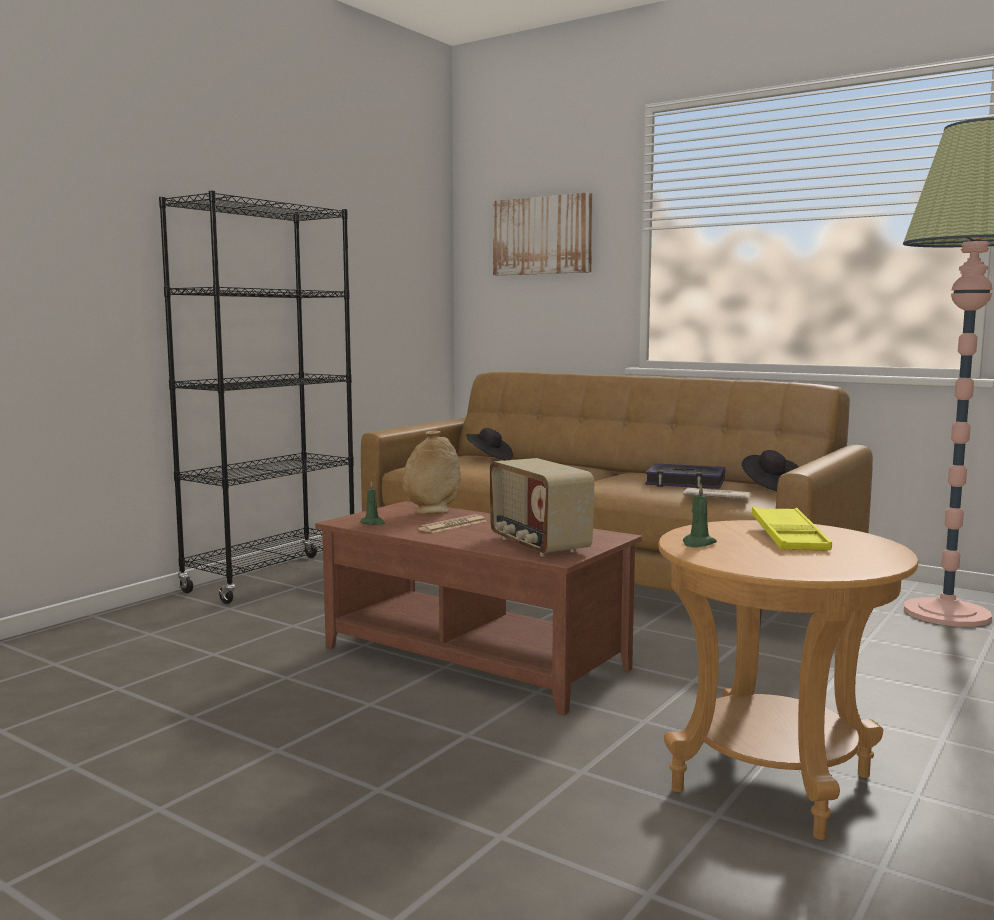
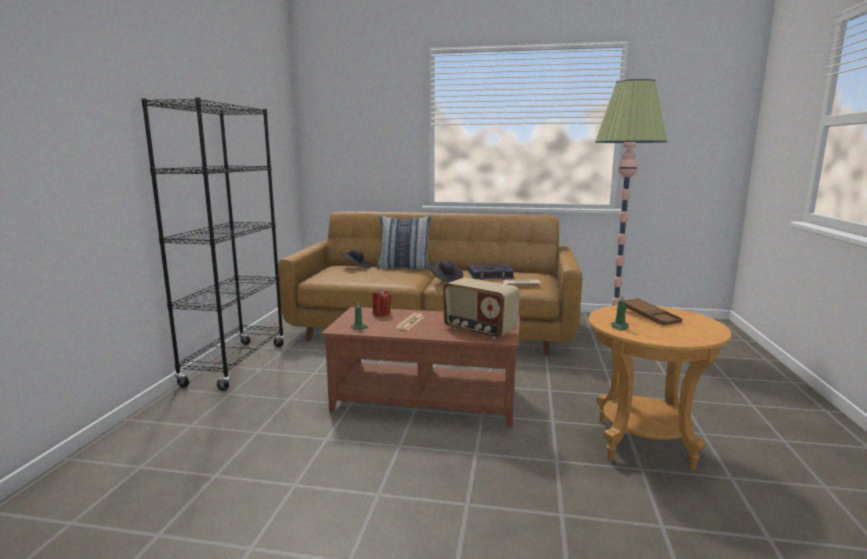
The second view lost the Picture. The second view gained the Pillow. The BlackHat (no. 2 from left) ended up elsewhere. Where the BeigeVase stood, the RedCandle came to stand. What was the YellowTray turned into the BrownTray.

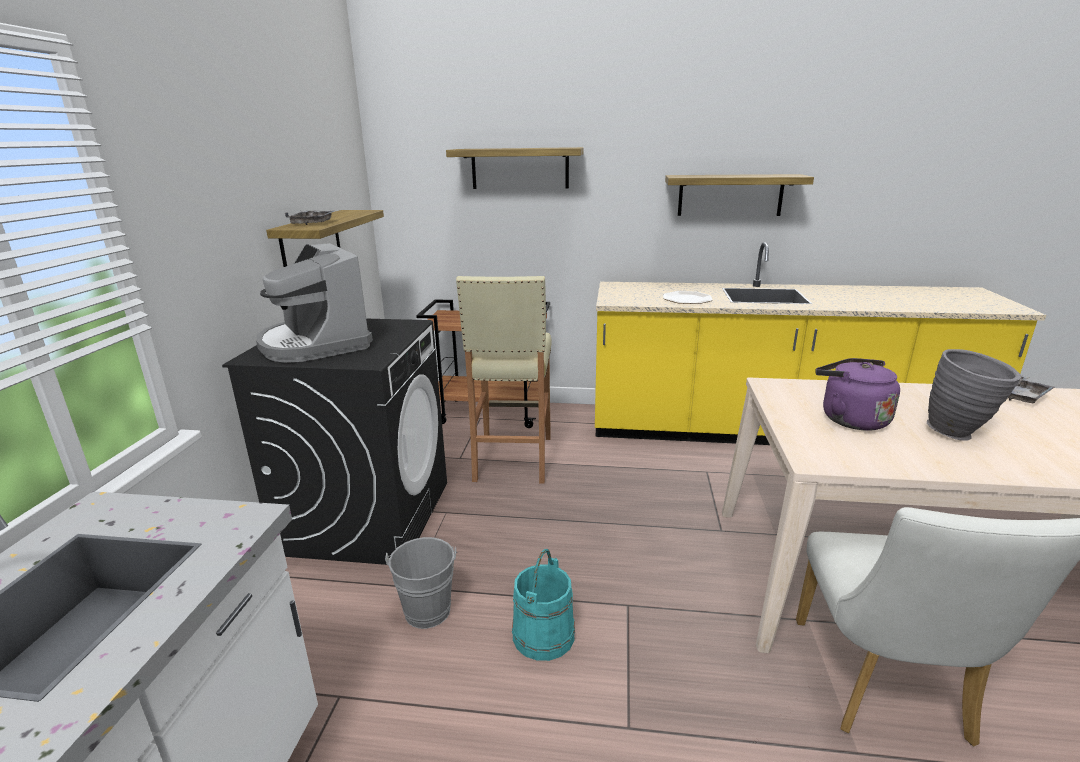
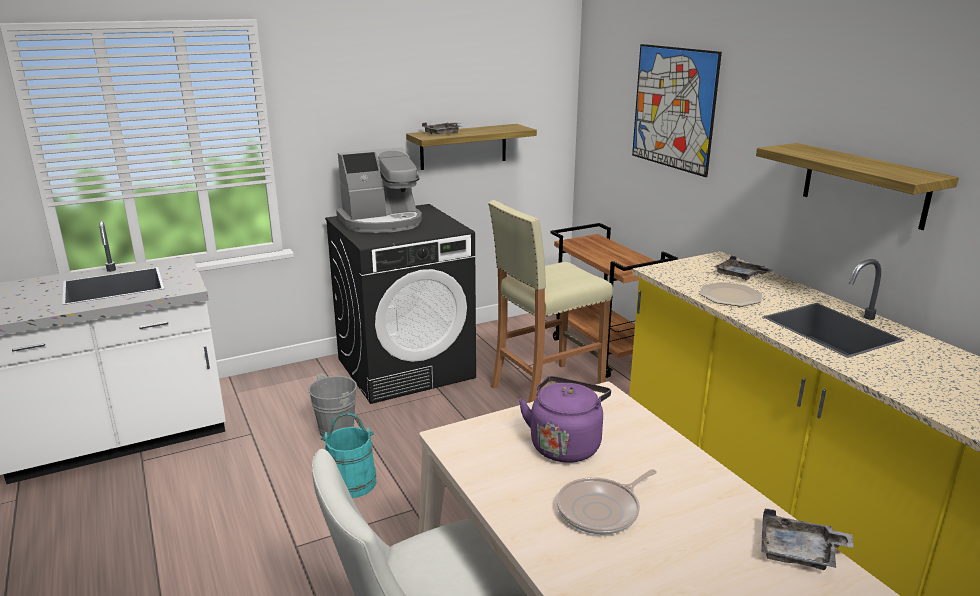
The second view gained the GreyTray (no. 2 from left). Where the Shelf (no. 2 from left) hung, the Picture came to hang. Where the GreyVase stood, the FryingPan came to stand. The CoffeeMachine ended up facing another way, 135 degrees counterclockwise from before.

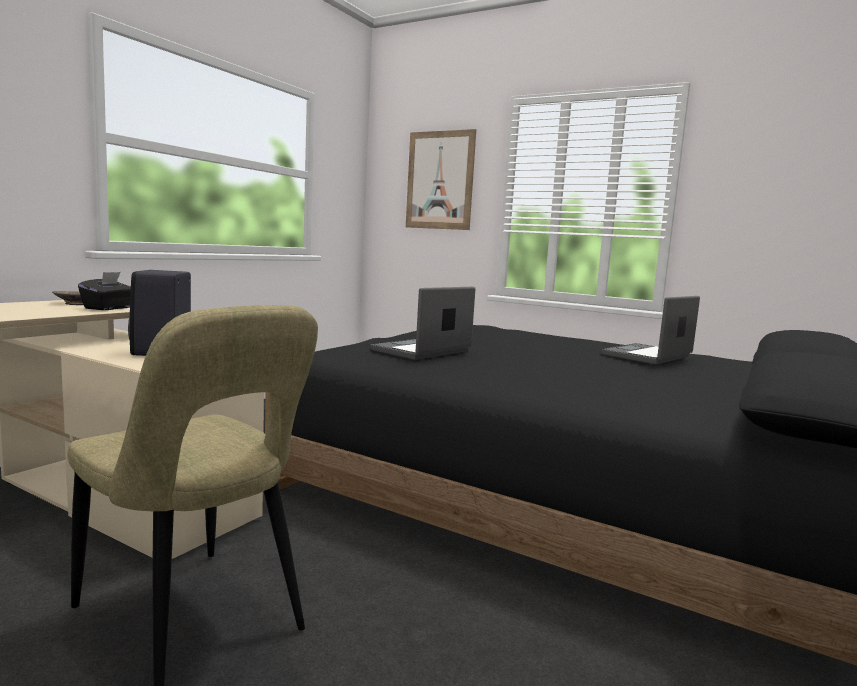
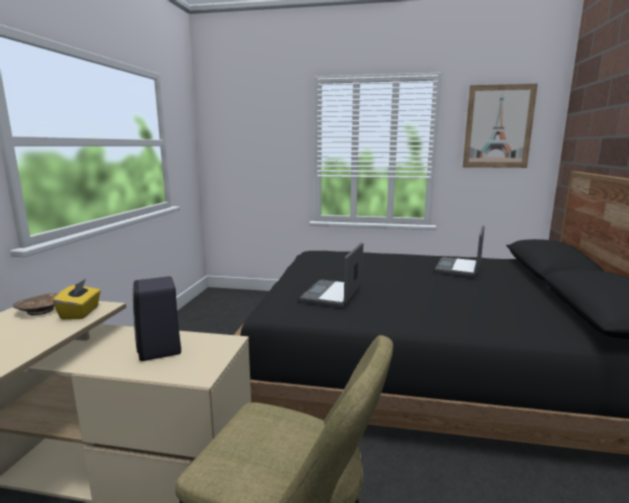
The Picture ended up elsewhere. What was the BlackTissueBox turned into the YellowTissueBox.

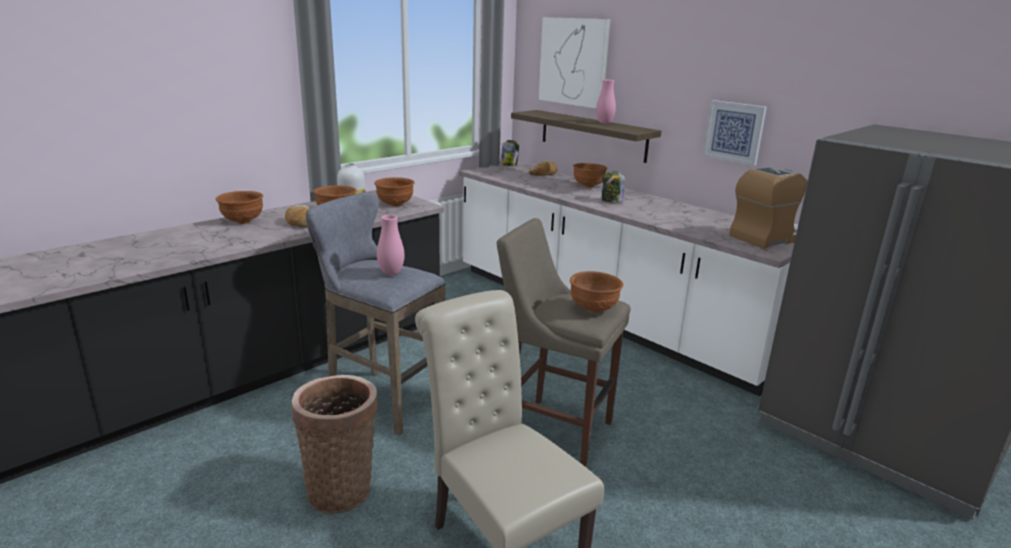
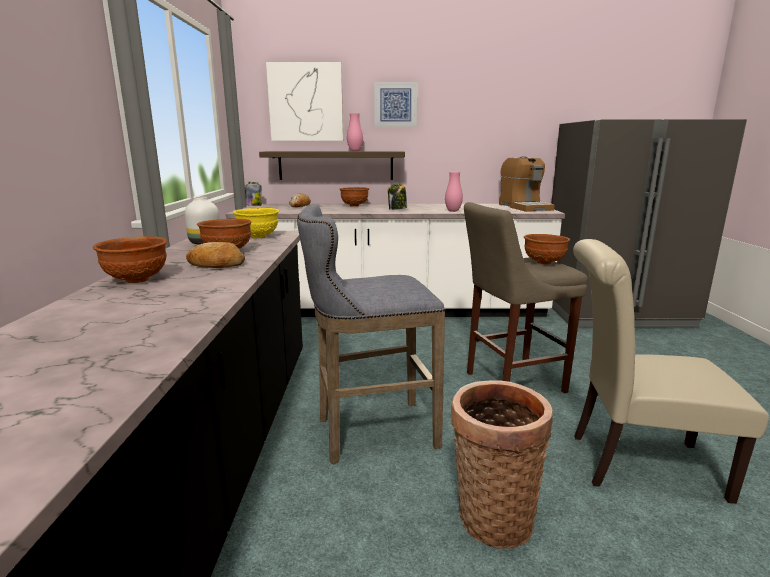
The PinkVase (no. 1 from left in the first image) ended up elsewhere. The Picture (no. 2 from left) ended up elsewhere. What was the BrownBowl (no. 3 from left) turned into the YellowBowl. The CoffeeMachine ended up facing another way, 150 degrees clockwise from before.

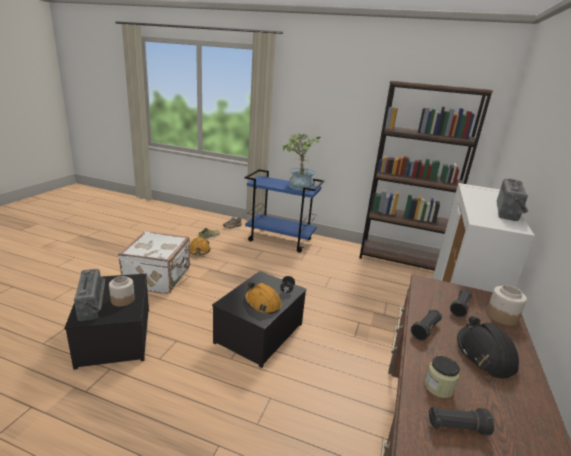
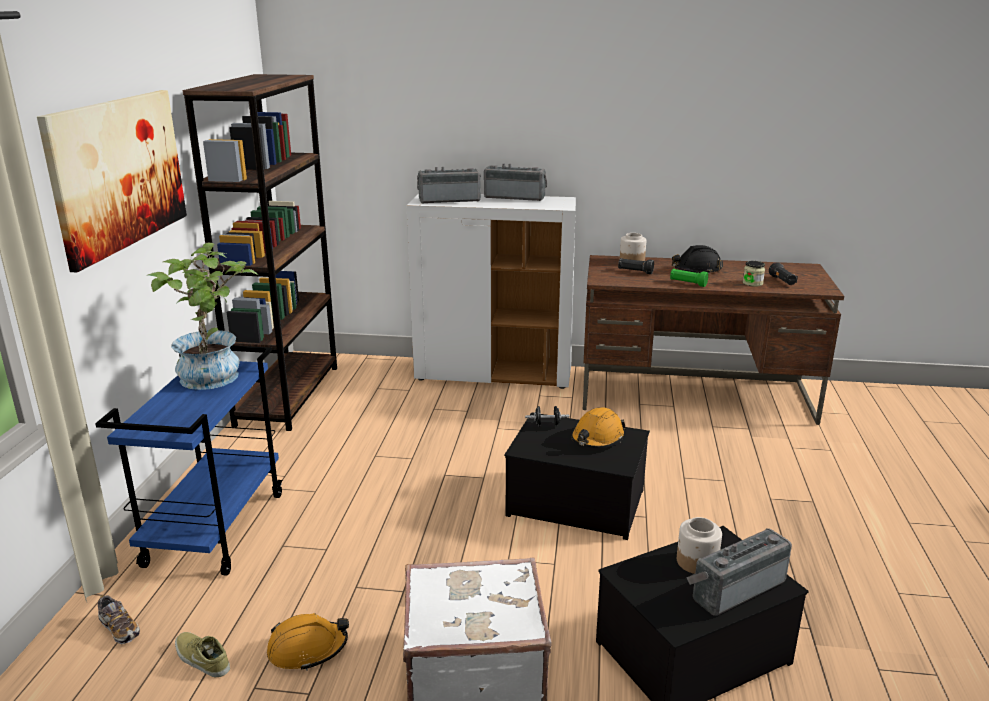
The second view gained the Picture. The second view gained the Radio (no. 1 from left). What was the BlackFlashlight (no. 1 from left) turned into the GreenFlashlight.

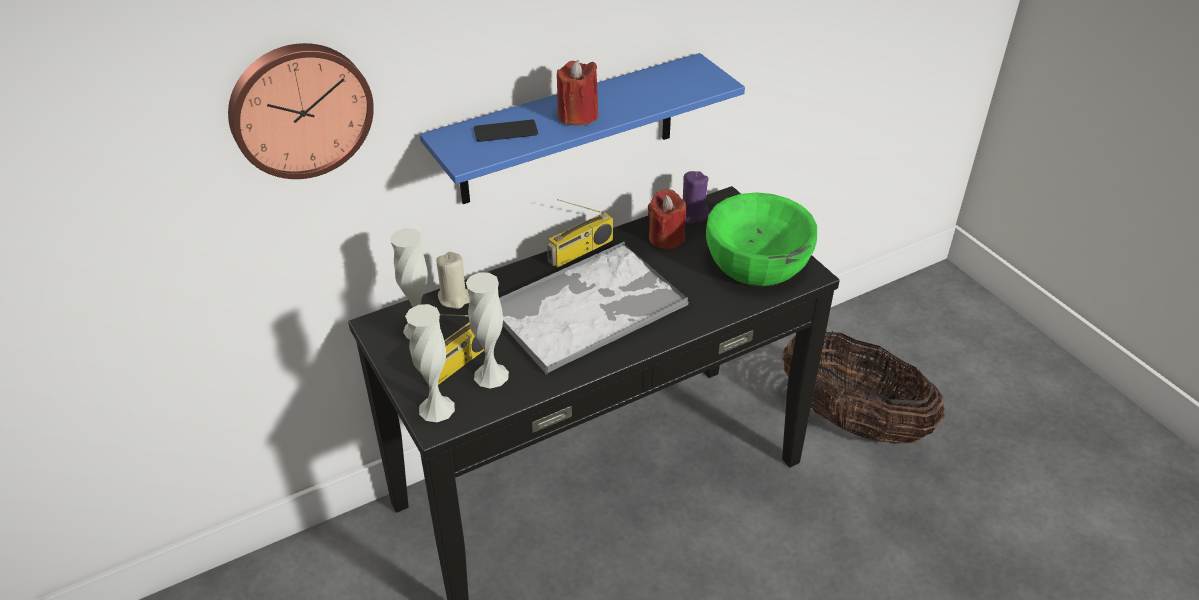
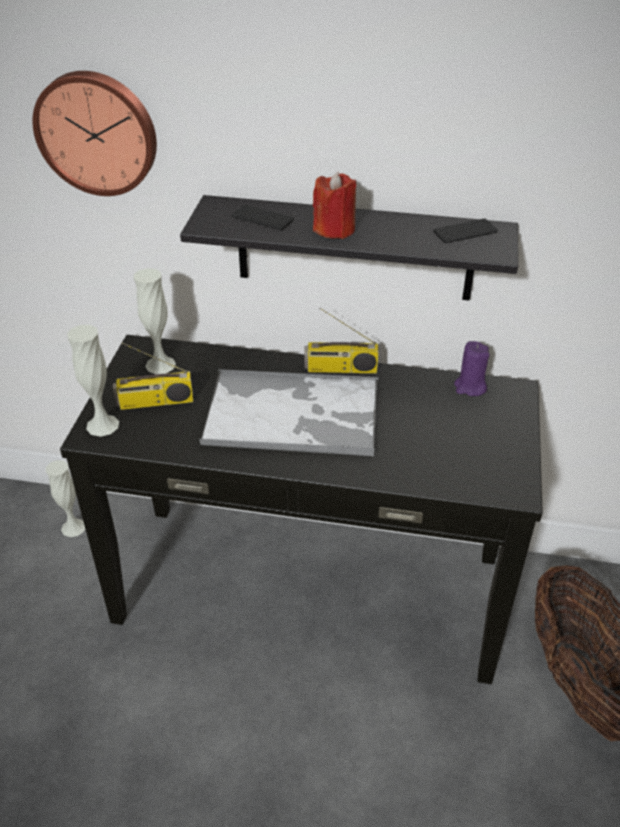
The second view lost the BeigeCandle. The second view lost the RedCandle (no. 2 from left). The second view lost the GreenBowl. The second view gained the Phone (no. 2 from left). The WhiteVase (no. 3 from left in the first image) ended up elsewhere. What was the BlueShelf turned into the BlackShelf.

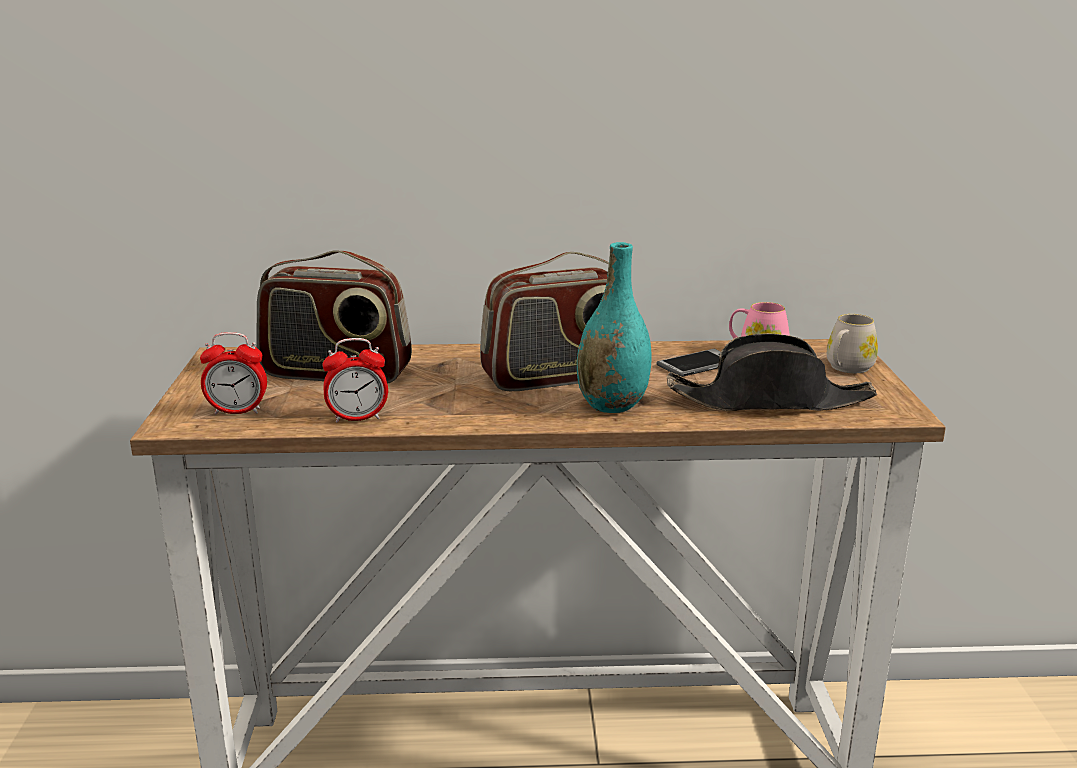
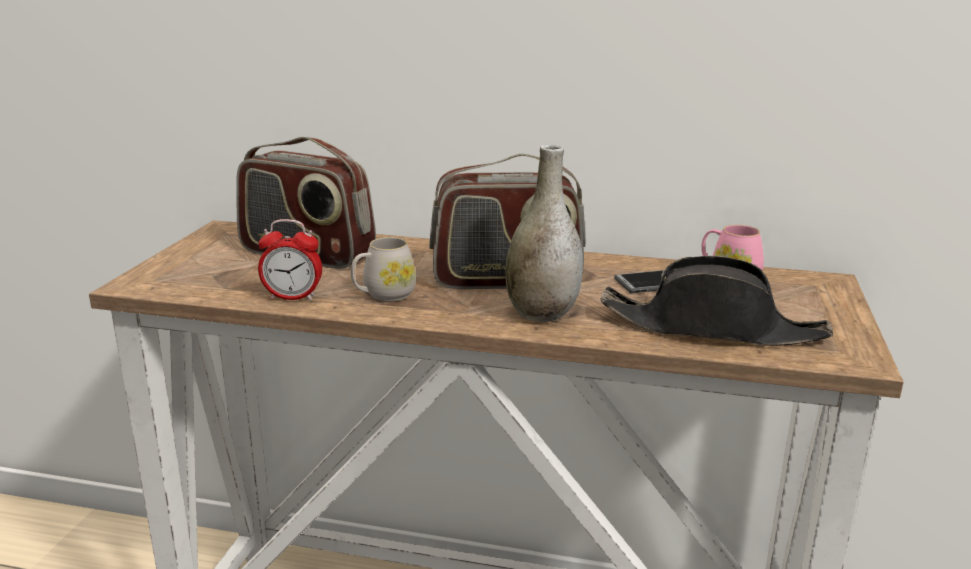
The second view lost the AlarmClock (no. 1 from left). The WhiteMug ended up elsewhere. What was the TurquoiseVase turned into the GreyVase.

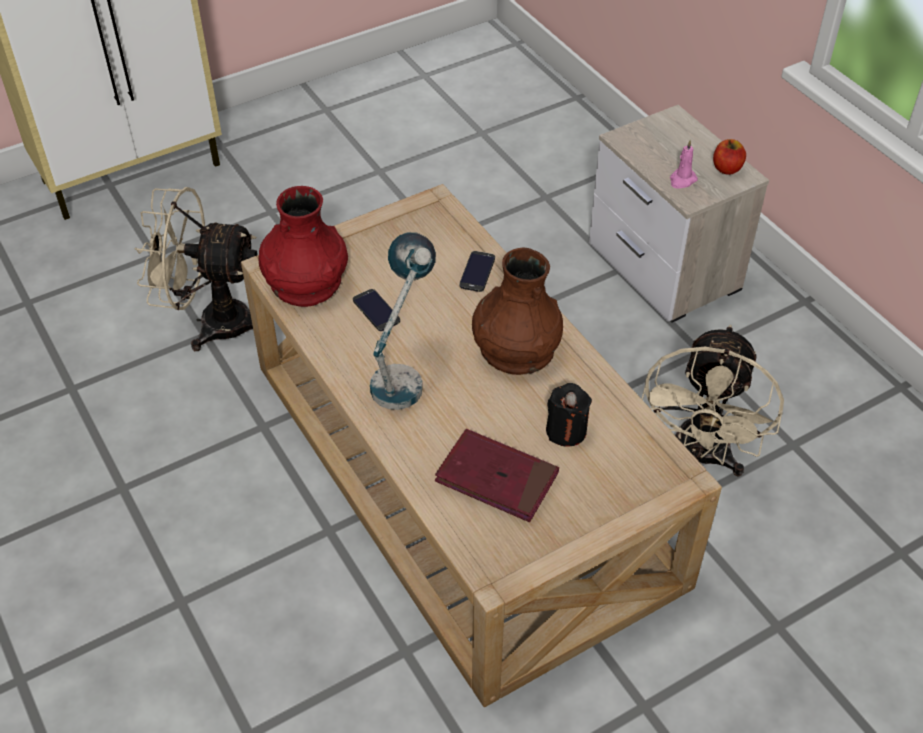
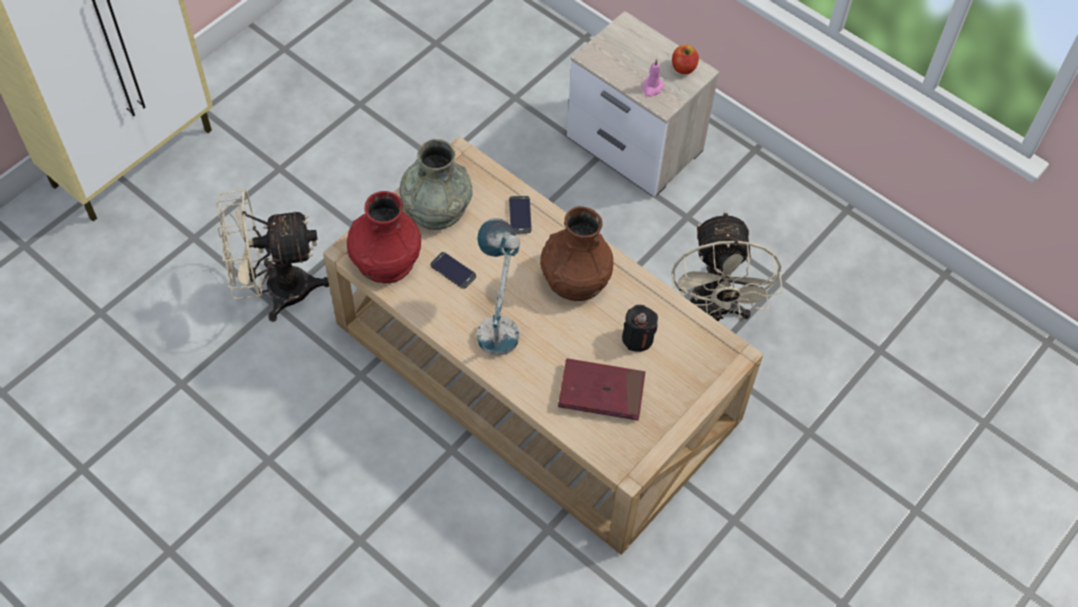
The second view gained the GreyVase.

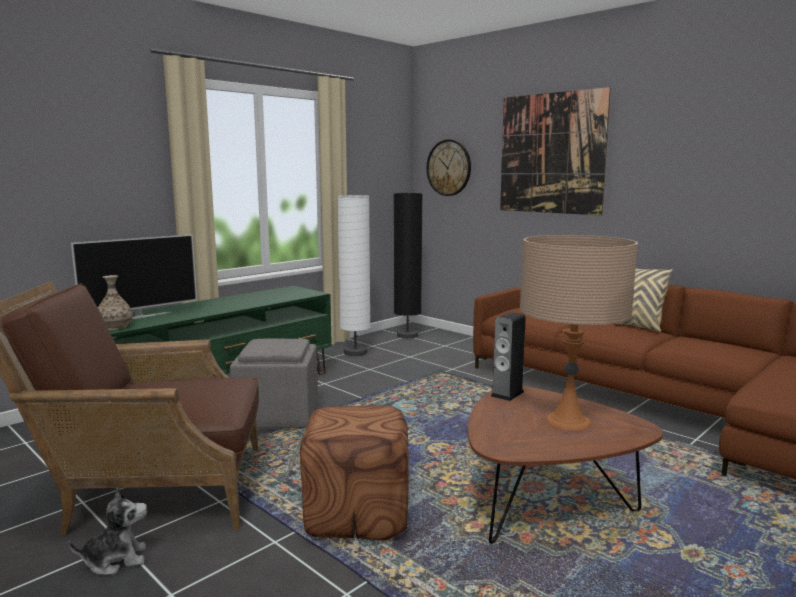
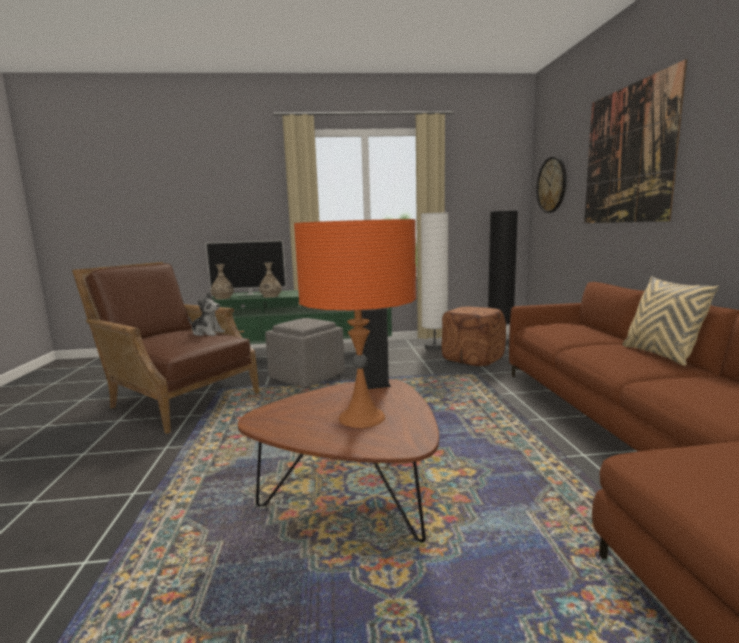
The second view gained the Vase (no. 2 from left). The PlushToy ended up elsewhere. The BrownOttoman ended up elsewhere. What was the BeigeTableLamp turned into the OrangeTableLamp.

